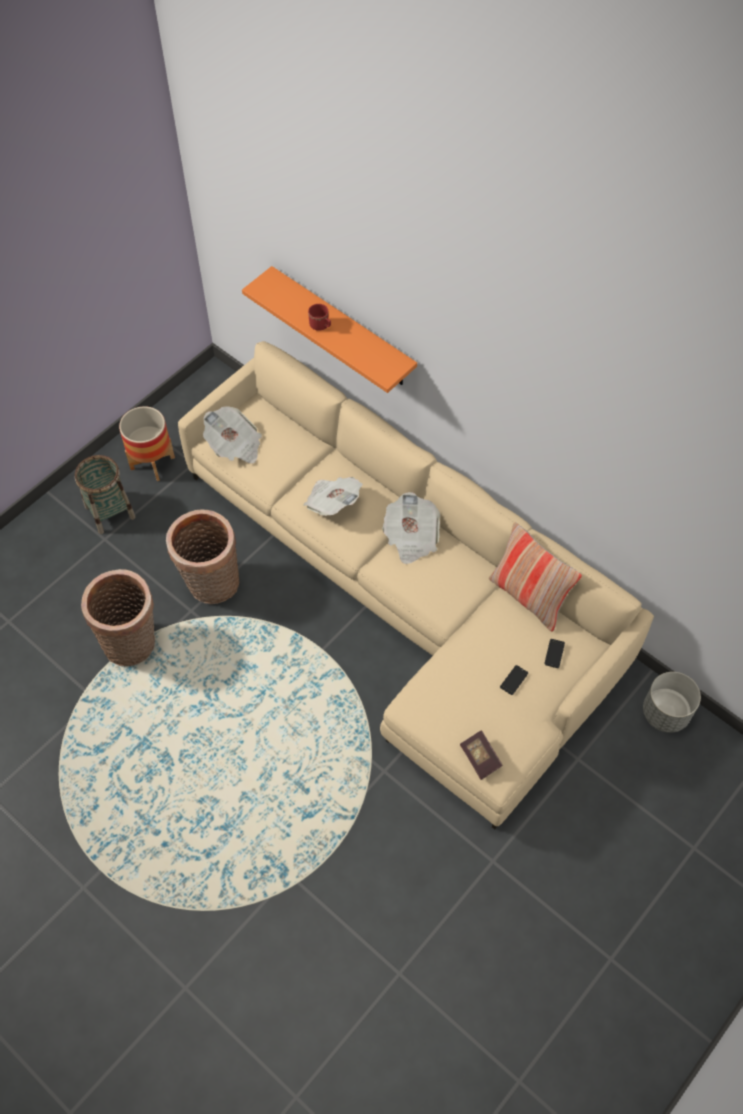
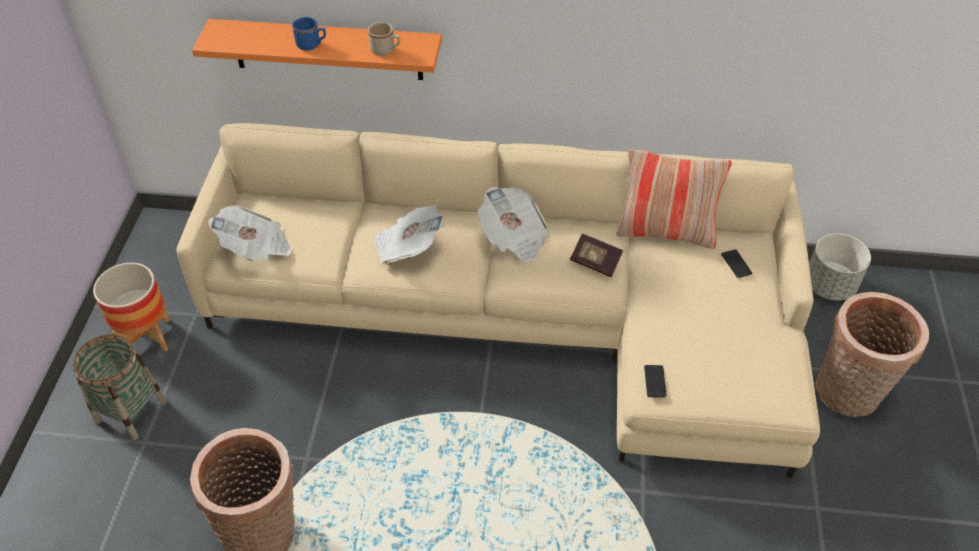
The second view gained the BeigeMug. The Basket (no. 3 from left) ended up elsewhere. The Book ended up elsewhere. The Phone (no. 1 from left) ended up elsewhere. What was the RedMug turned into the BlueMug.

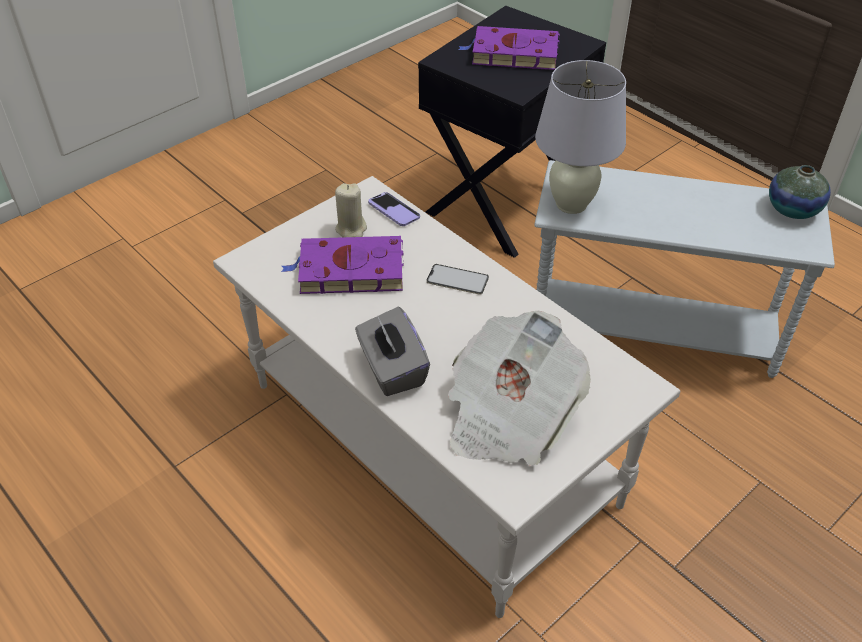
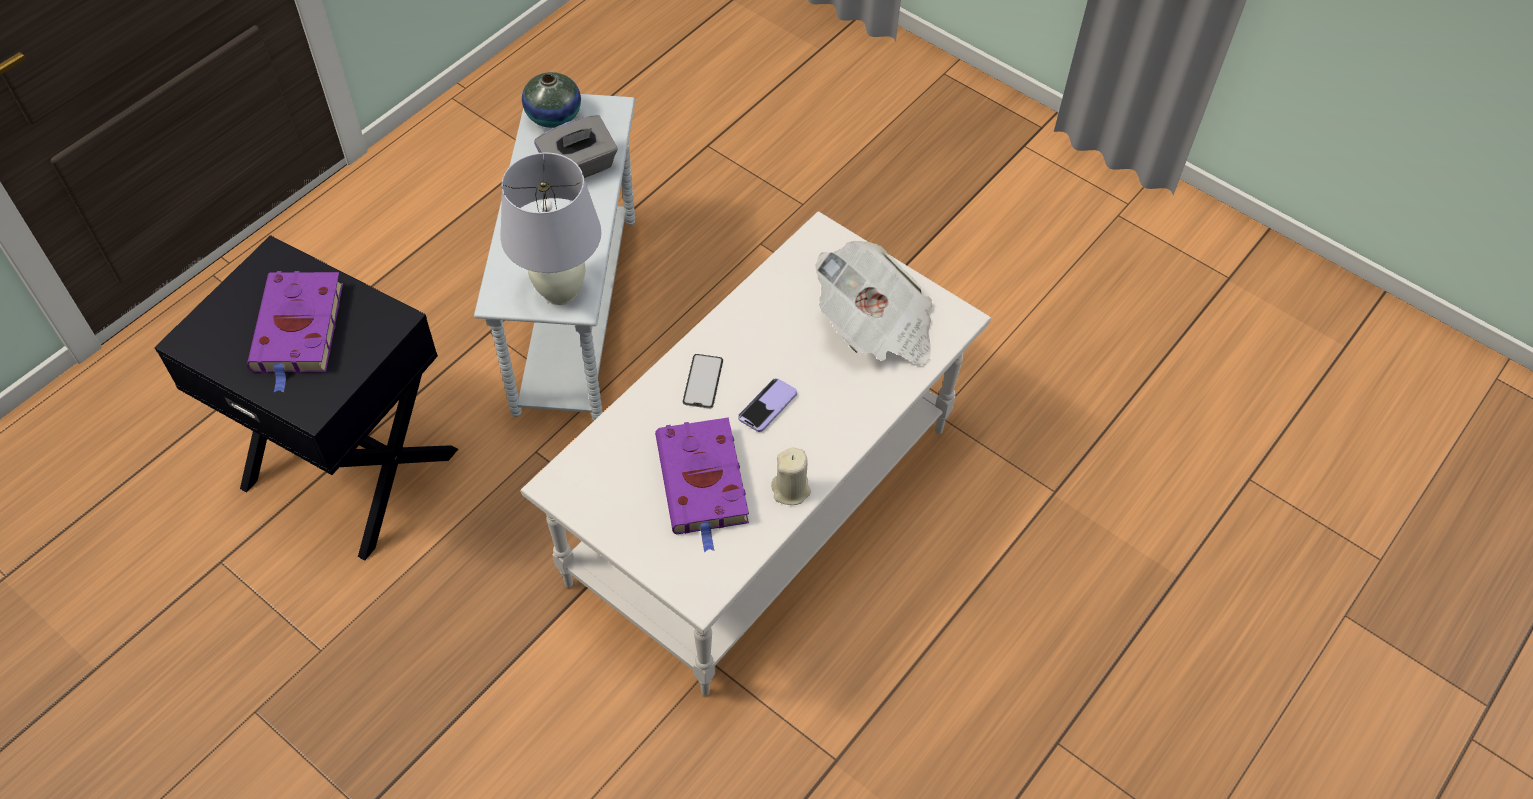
The BeigeCandle ended up elsewhere. The GreyTissueBox ended up elsewhere. The Phone (no. 1 from left in the first image) ended up elsewhere.

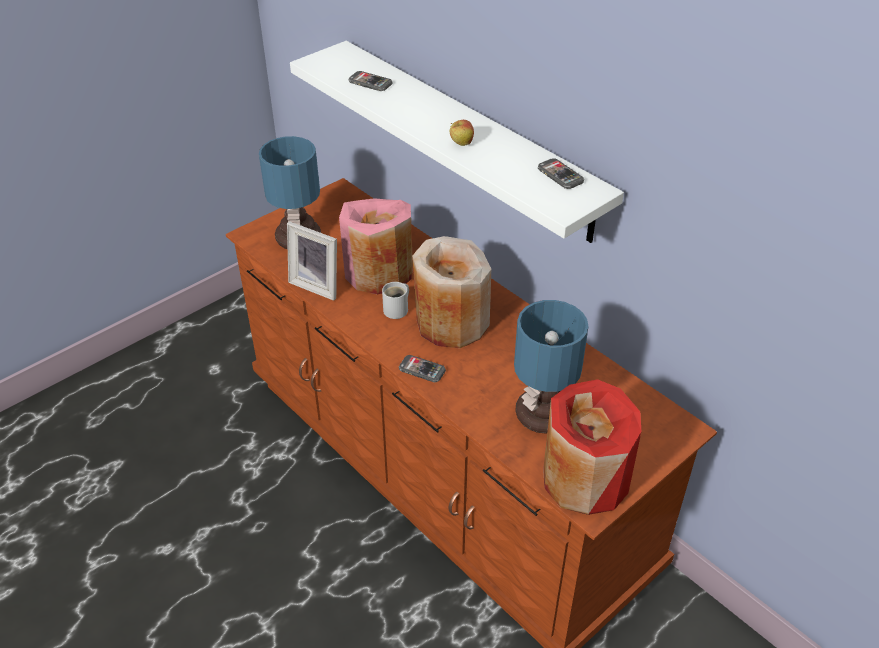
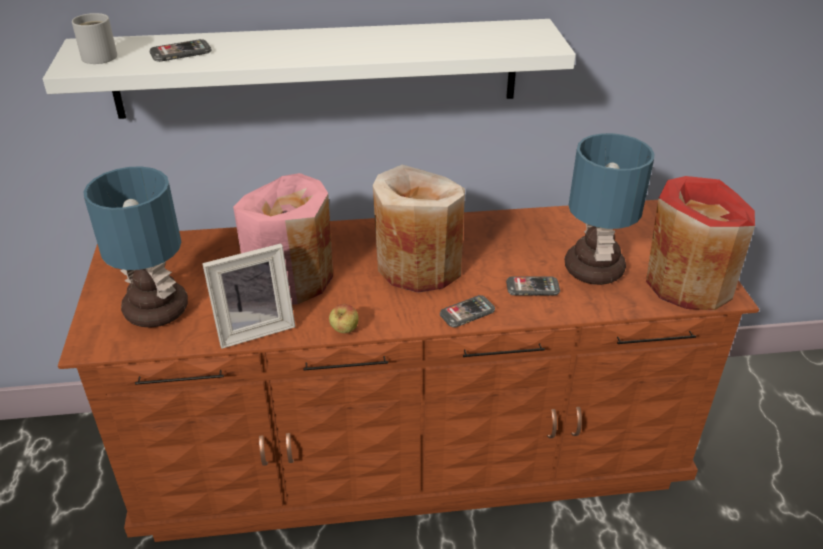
The WhiteMug ended up elsewhere. The Apple ended up elsewhere. The Phone (no. 3 from left) ended up elsewhere.

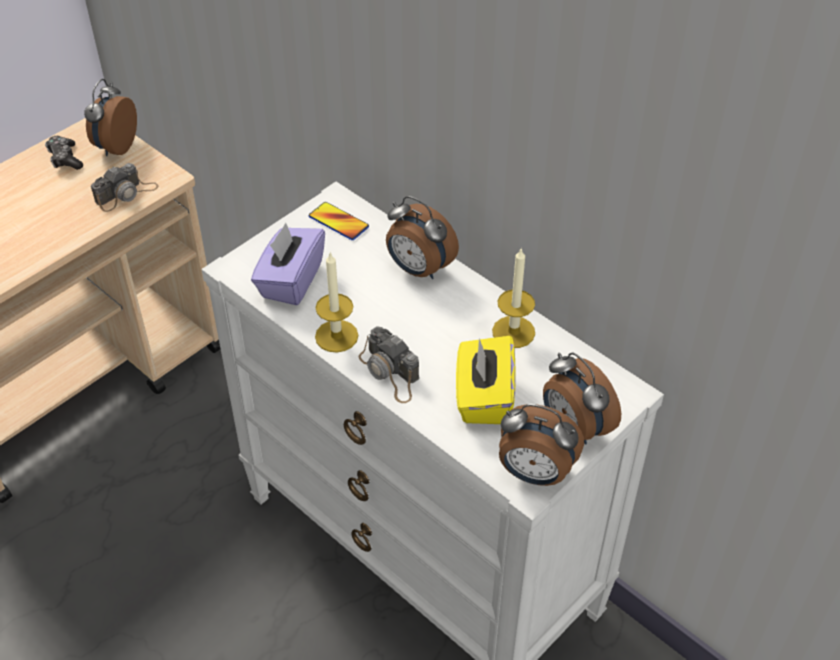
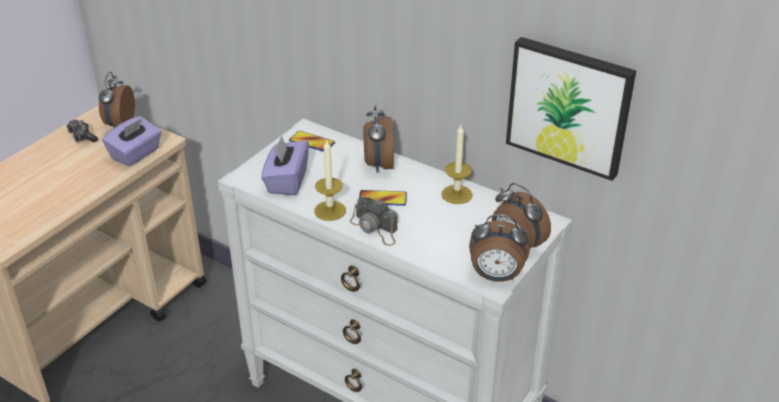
The second view lost the YellowTissueBox. The second view gained the Phone (no. 2 from left). The second view gained the Picture. Where the PhotoCamera (no. 1 from left) stood, the PurpleTissueBox (no. 1 from left) came to stand. The AlarmClock (no. 2 from left) ended up facing another way, 60 degrees clockwise from before.

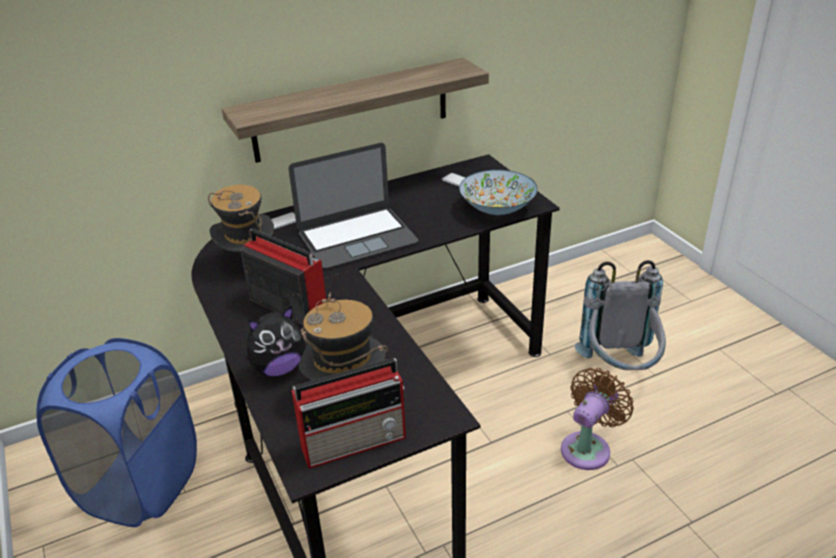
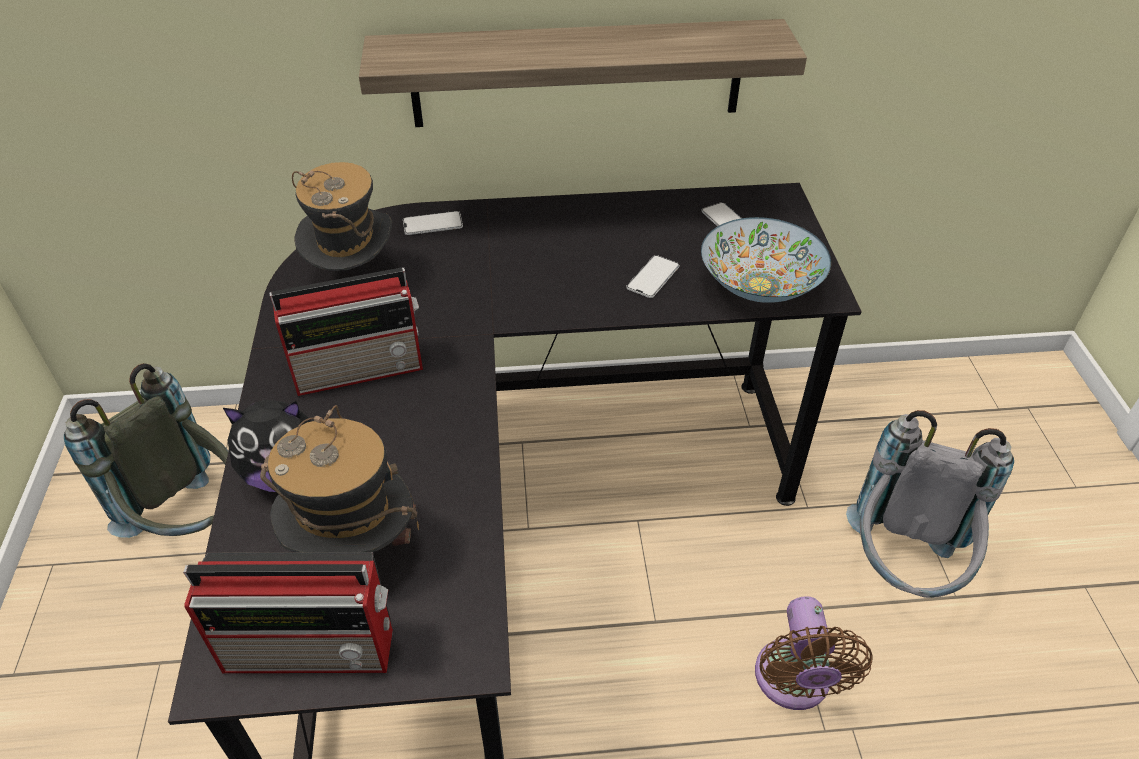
The second view lost the Laptop. The second view gained the Phone (no. 2 from left). Where the BlueLaundryBasket stood, the GreyBackpack (no. 1 from left) came to stand. The Radio (no. 1 from left in the first image) ended up facing another way, 105 degrees clockwise from before. The BrownFan ended up facing another way, 120 degrees clockwise from before.

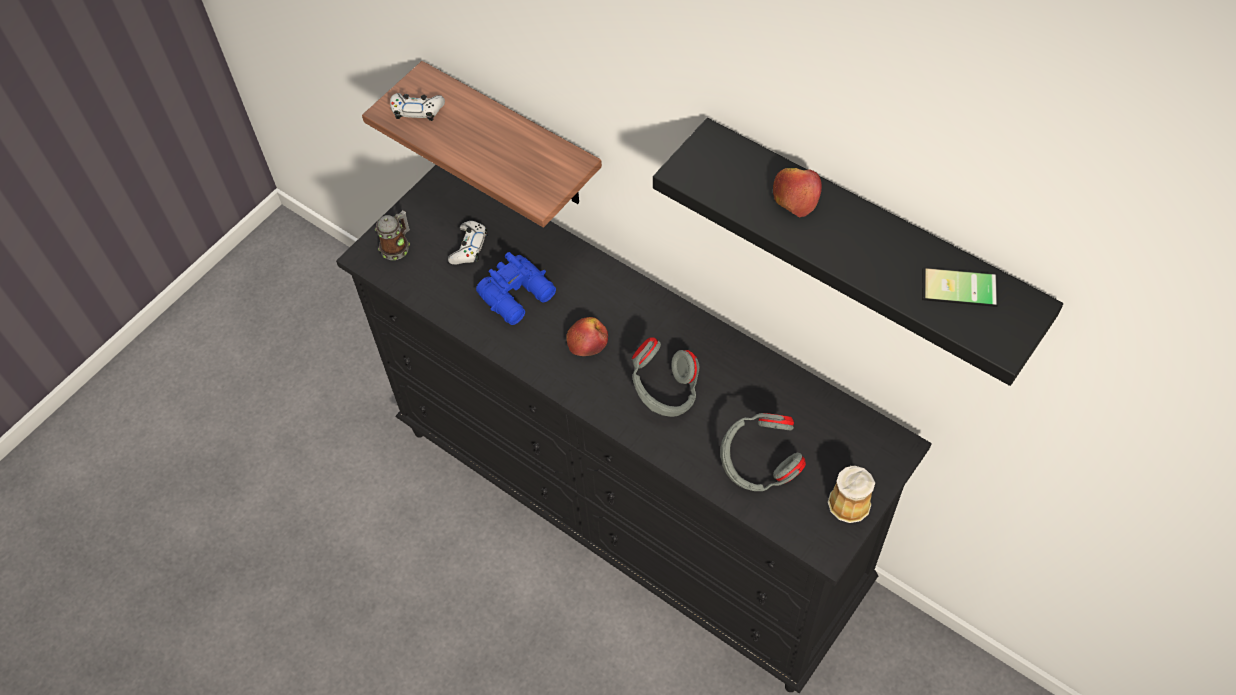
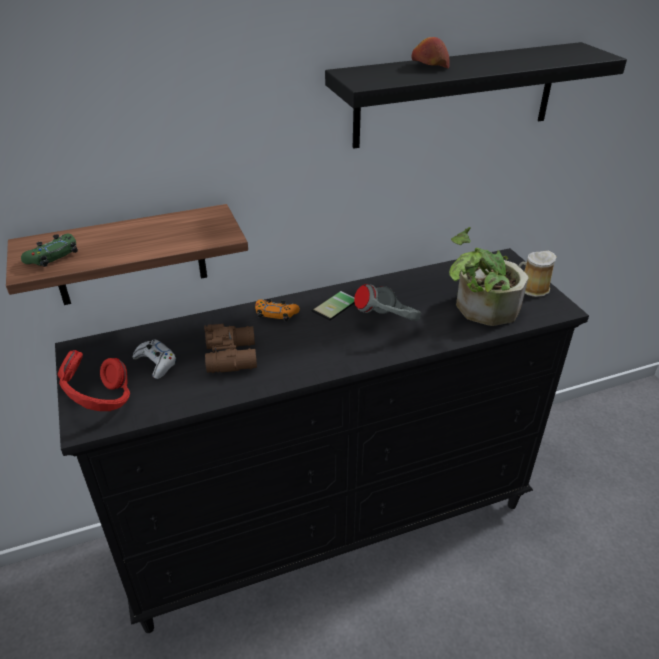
The second view lost the Apple (no. 1 from left). The second view gained the OrangeGameController. The Phone ended up elsewhere. Where the Mug (no. 1 from left) stood, the RedHeadphones came to stand. Where the GreyHeadphones (no. 2 from left) stood, the PottedPlant came to stand. What was the WhiteGameController (no. 1 from left) turned into the GreenGameController. What was the BlueBinoculars turned into the BrownBinoculars.

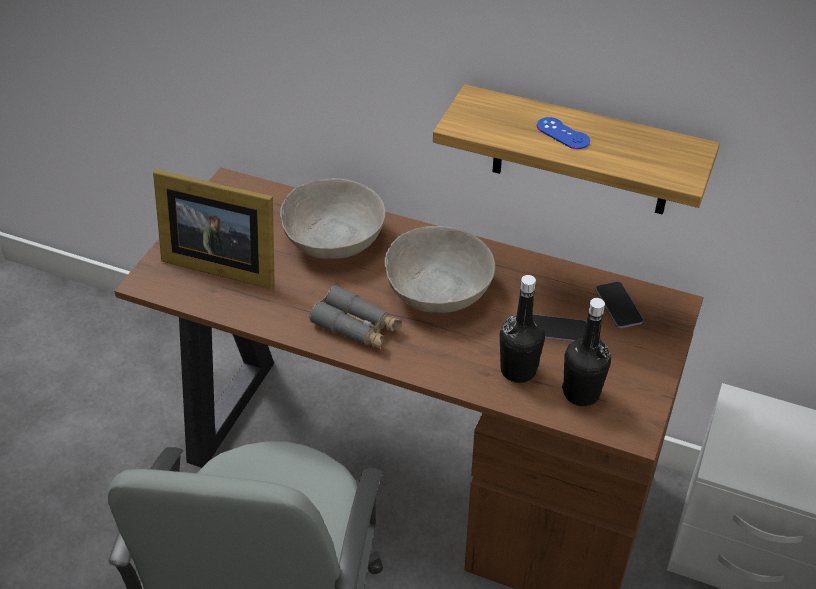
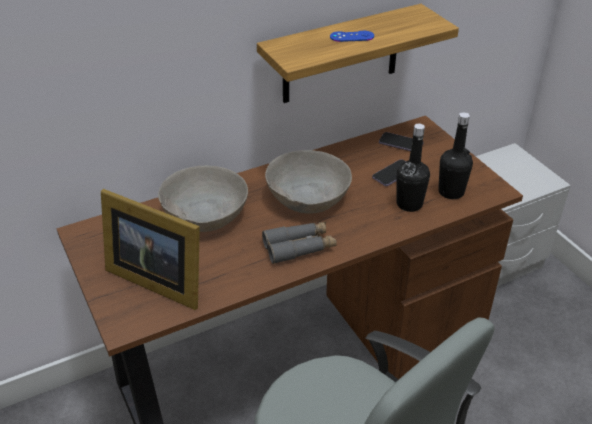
The PictureFrame ended up facing another way, 60 degrees clockwise from before.

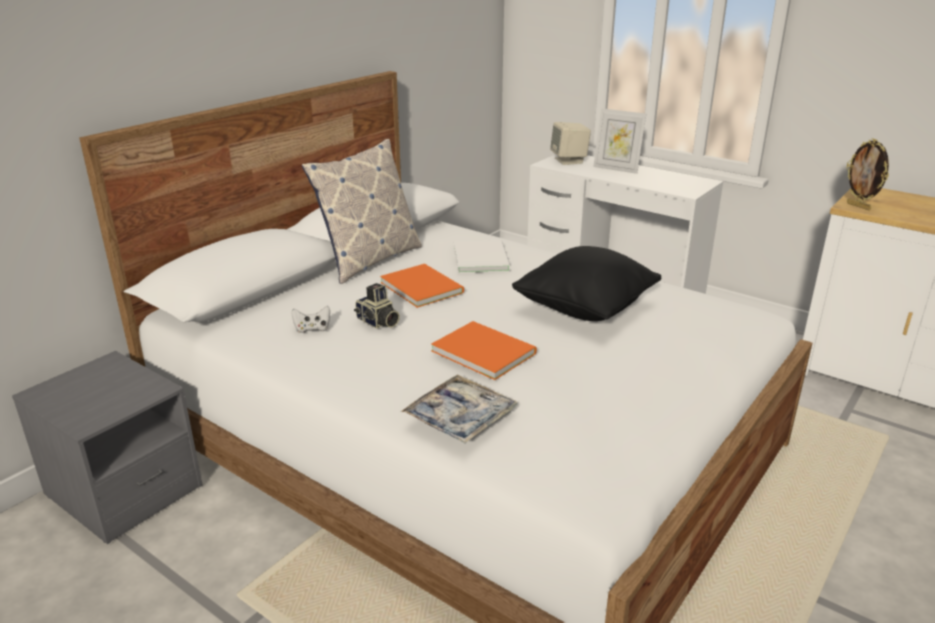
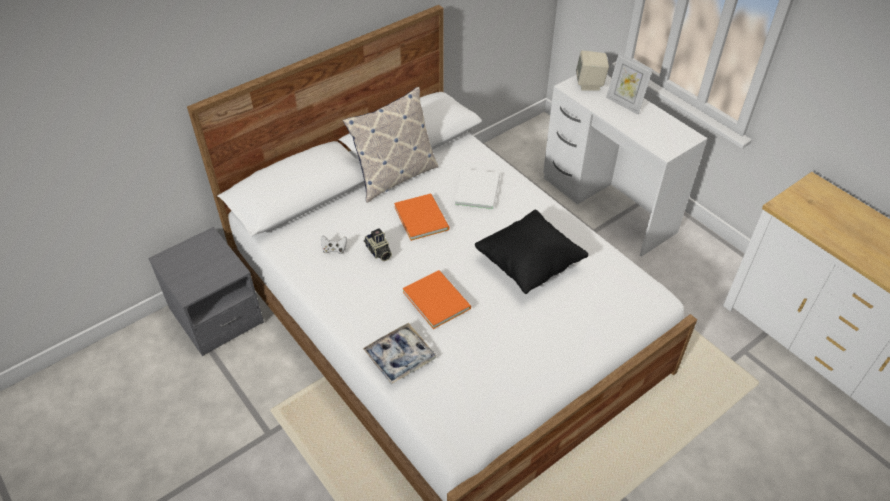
The second view lost the PictureFrame (no. 2 from left).

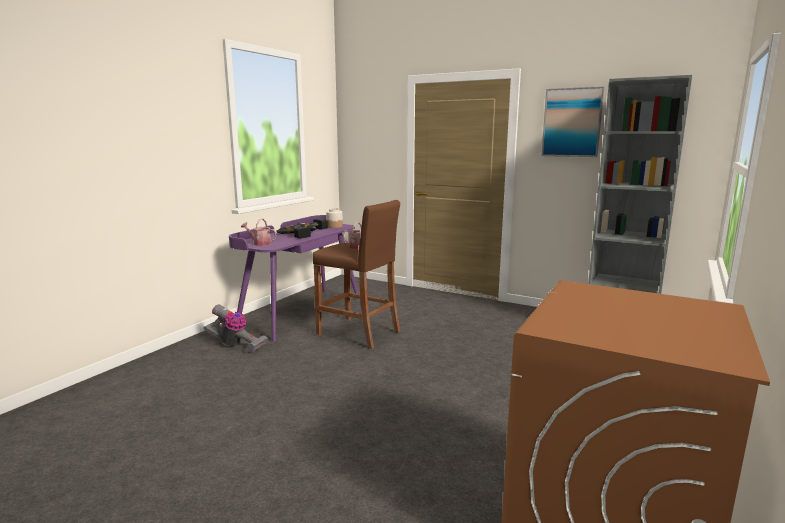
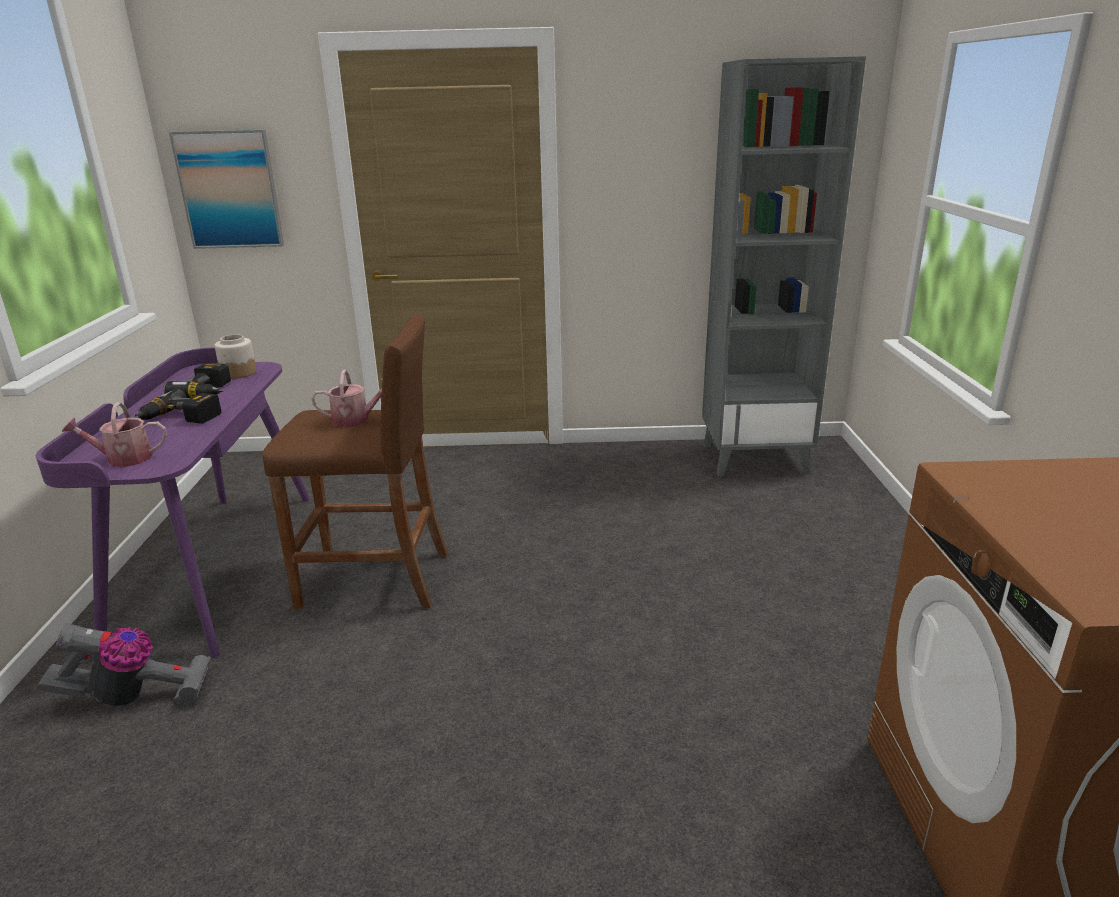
The Picture ended up elsewhere.

